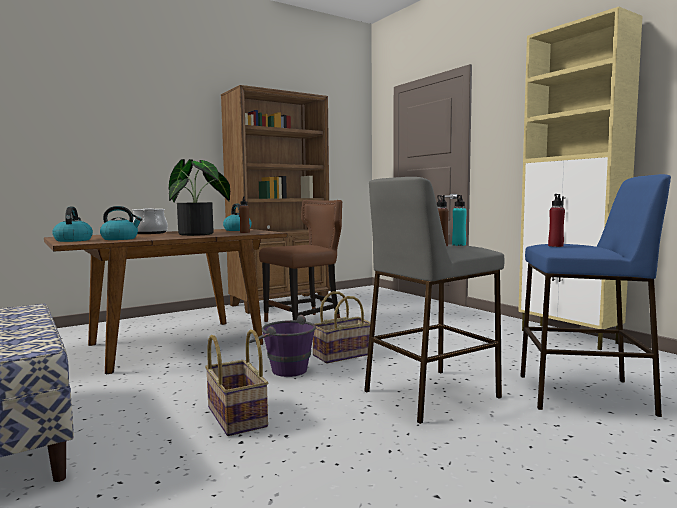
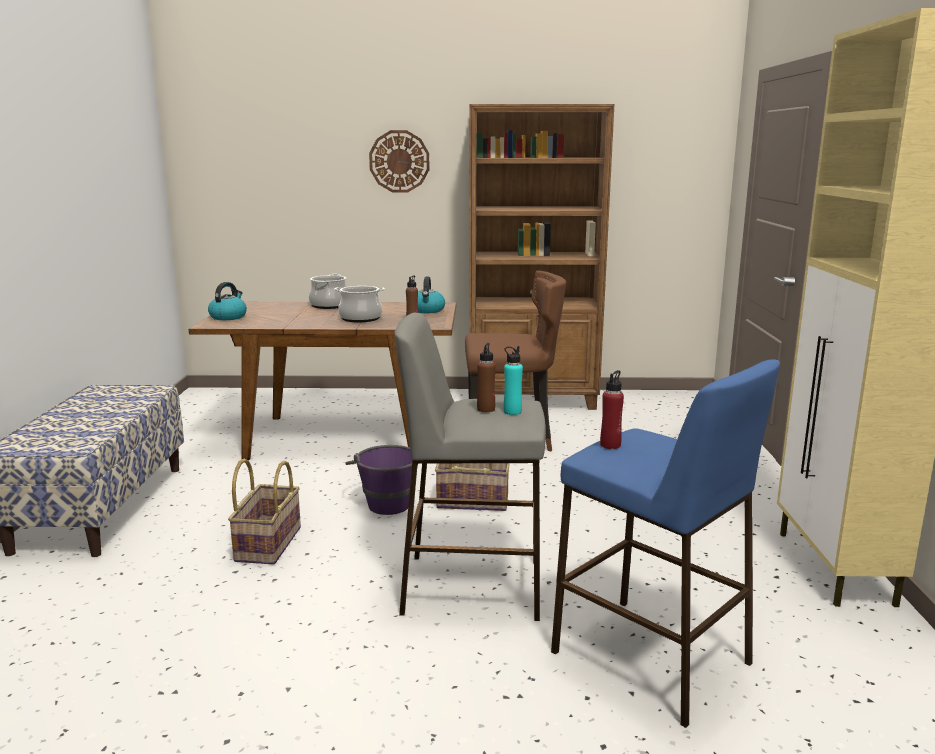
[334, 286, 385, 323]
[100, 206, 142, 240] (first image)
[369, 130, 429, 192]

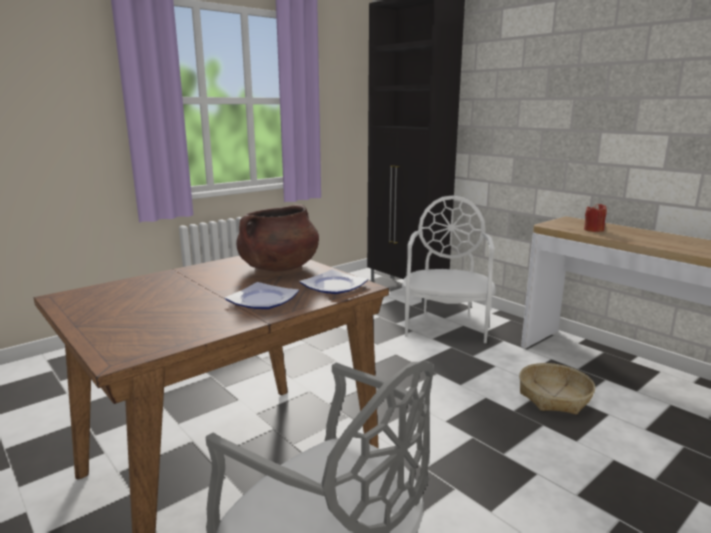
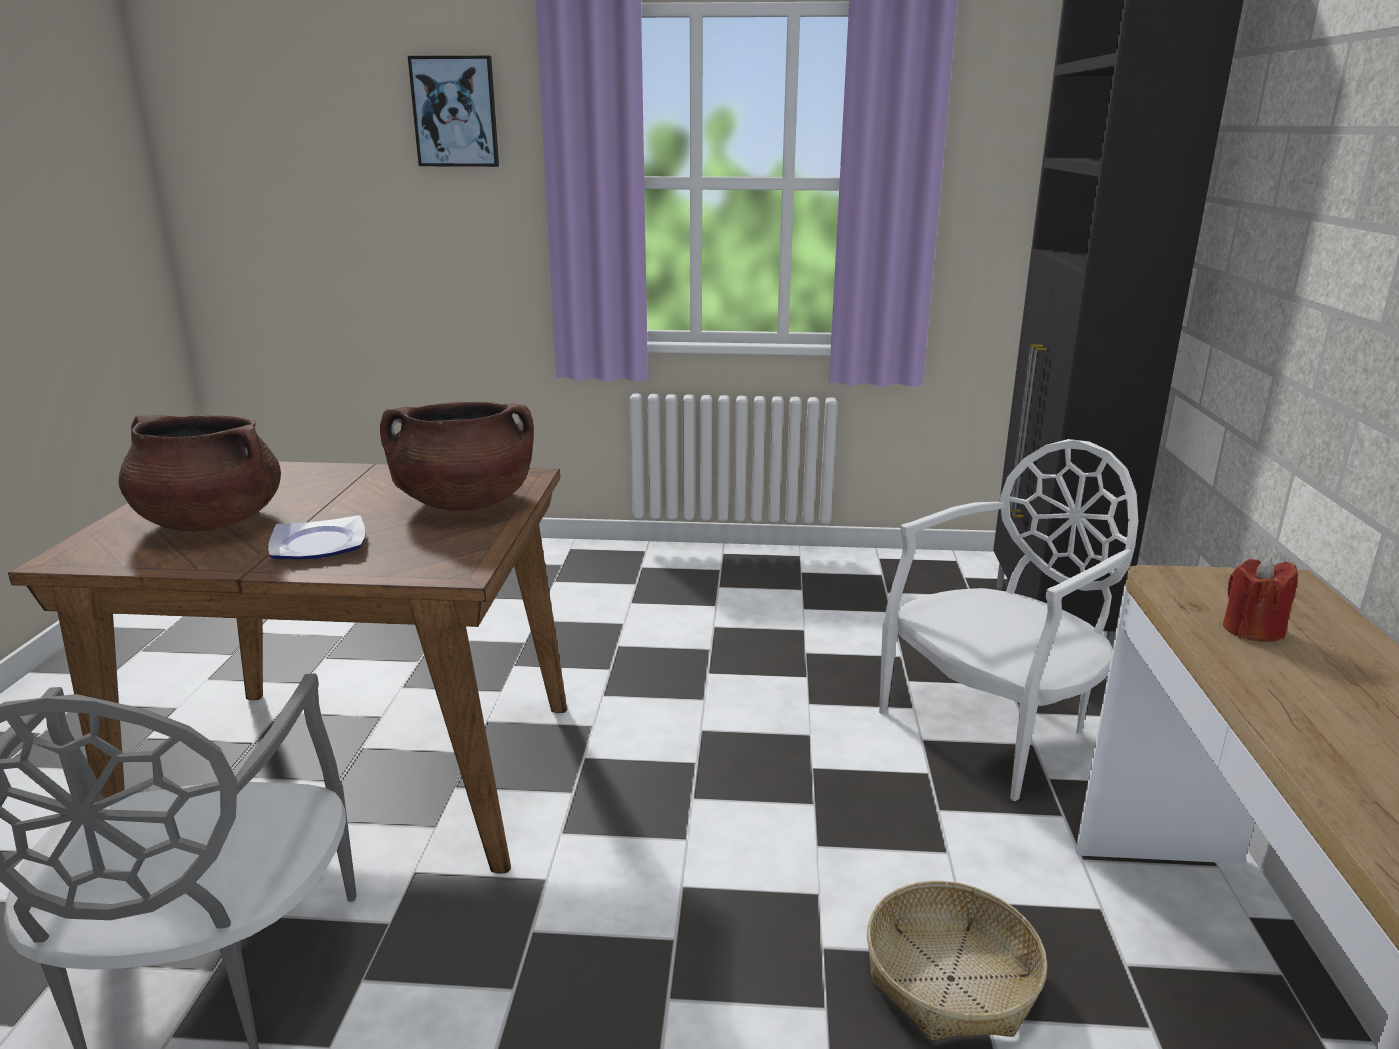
[299, 270, 368, 294] (first image)
[408, 56, 499, 167]
[118, 415, 281, 531]

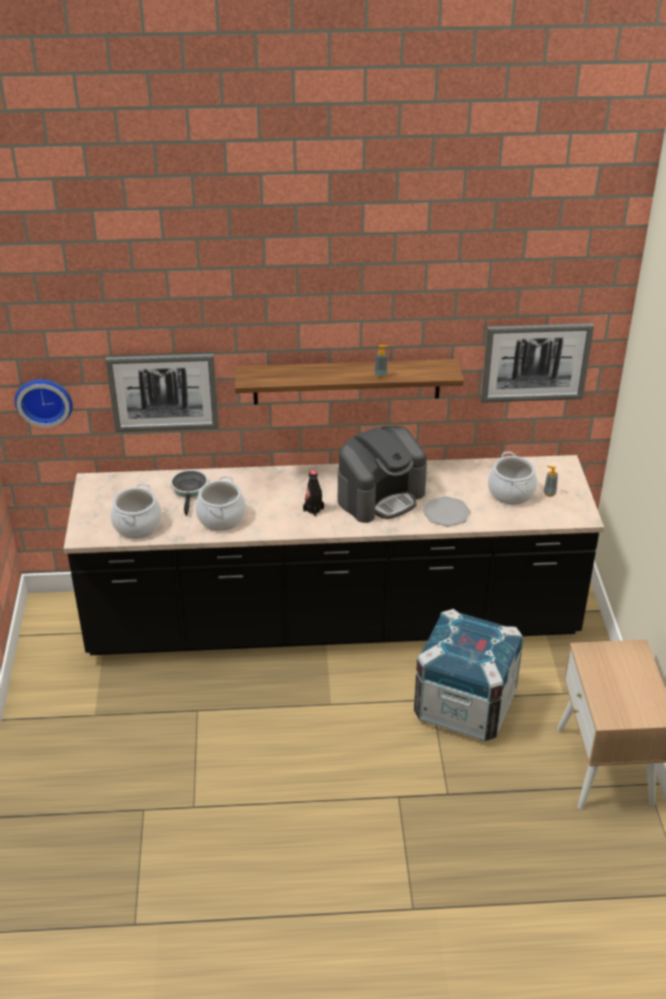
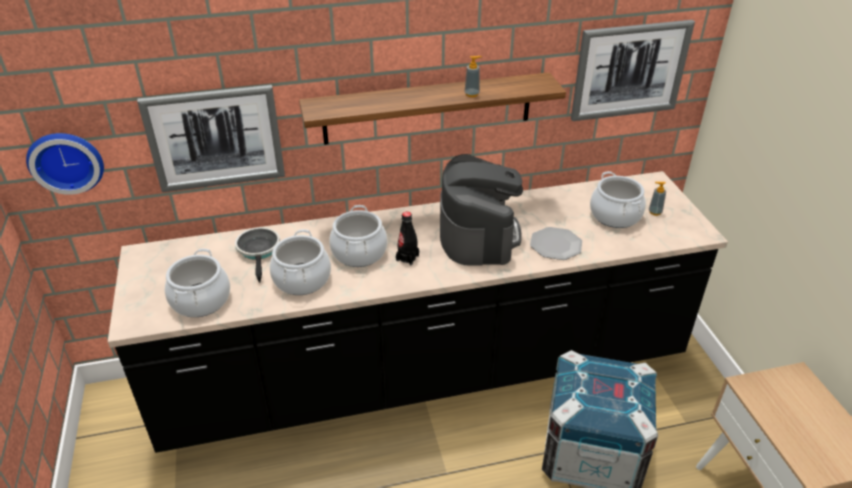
[440, 154, 523, 266]
[329, 205, 387, 267]

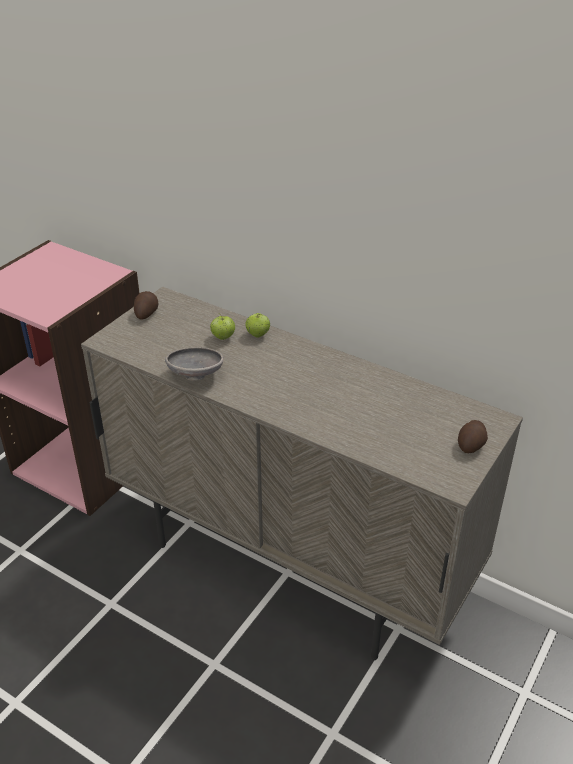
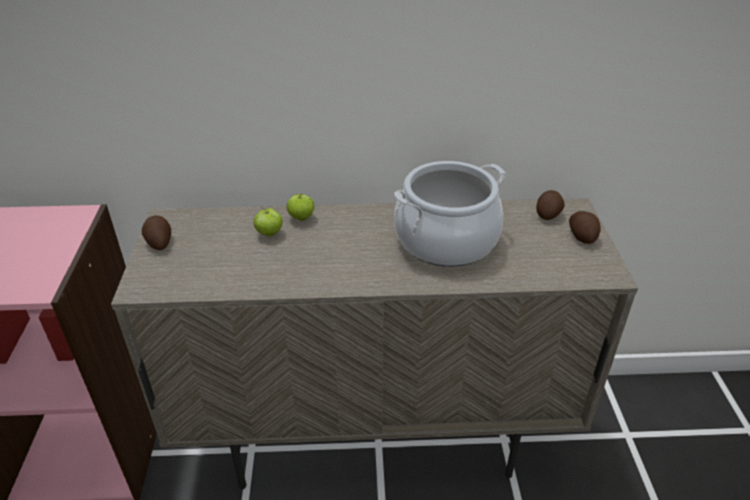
[165, 347, 224, 381] (first image)
[394, 161, 506, 267]
[536, 190, 565, 220]

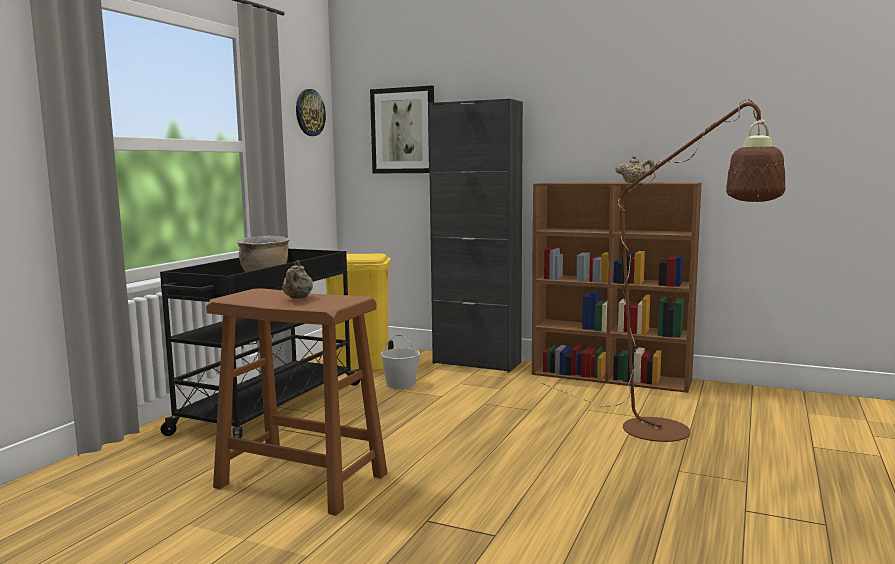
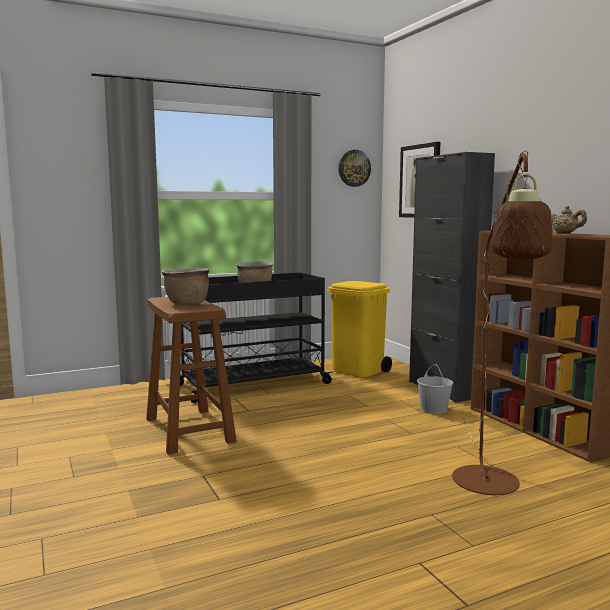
[162, 268, 209, 305]
[417, 364, 453, 414]

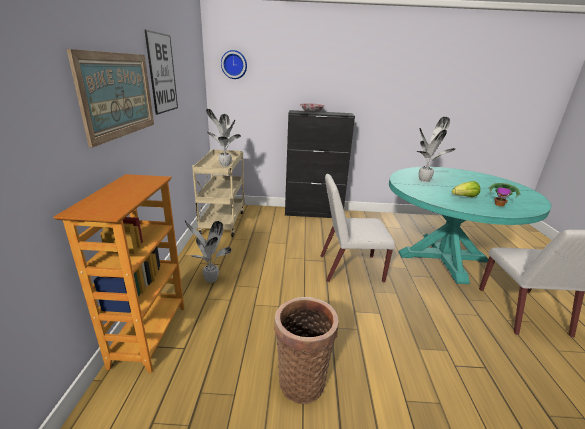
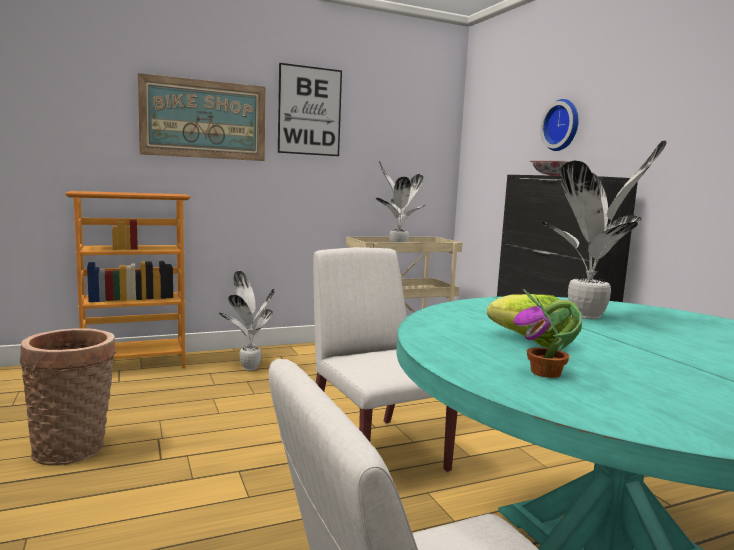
[540, 99, 578, 151]

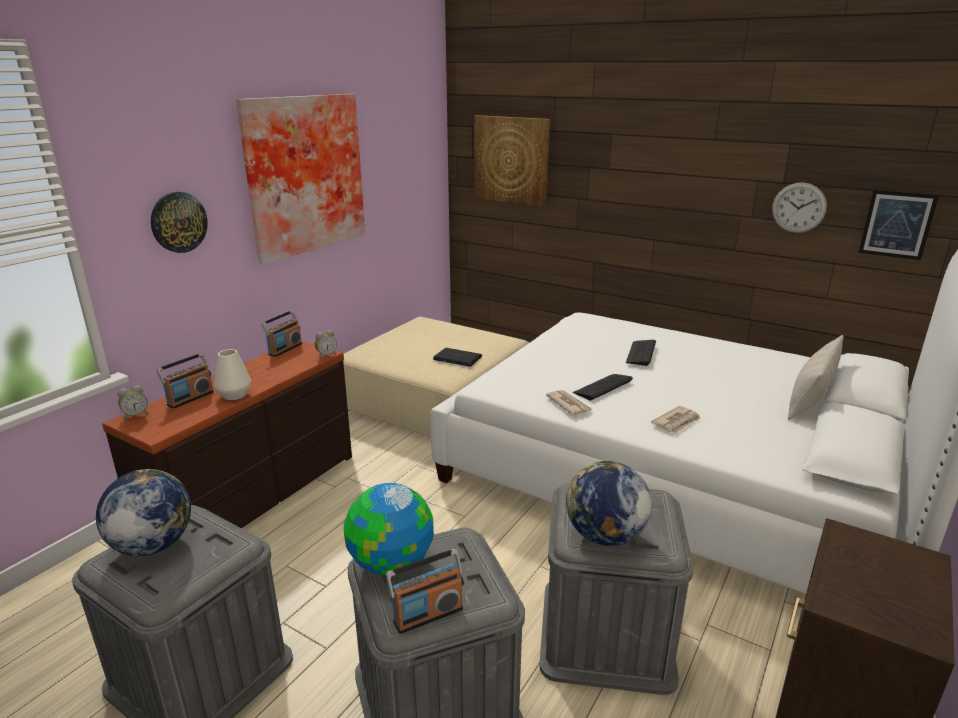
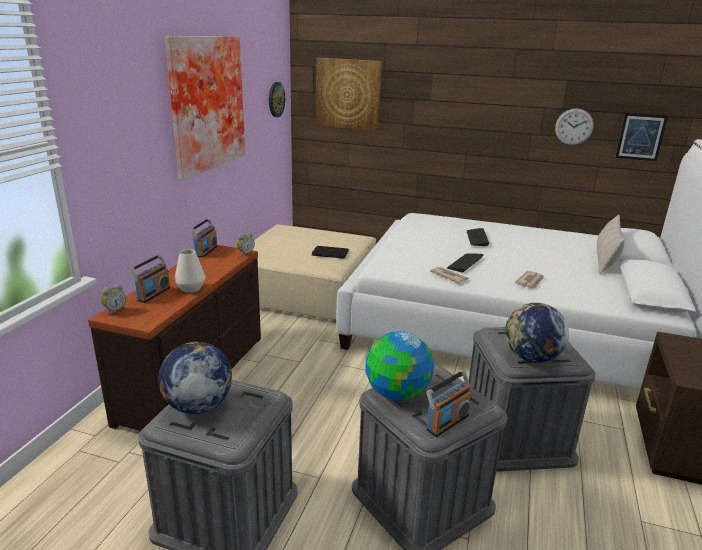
[269, 82, 285, 117]

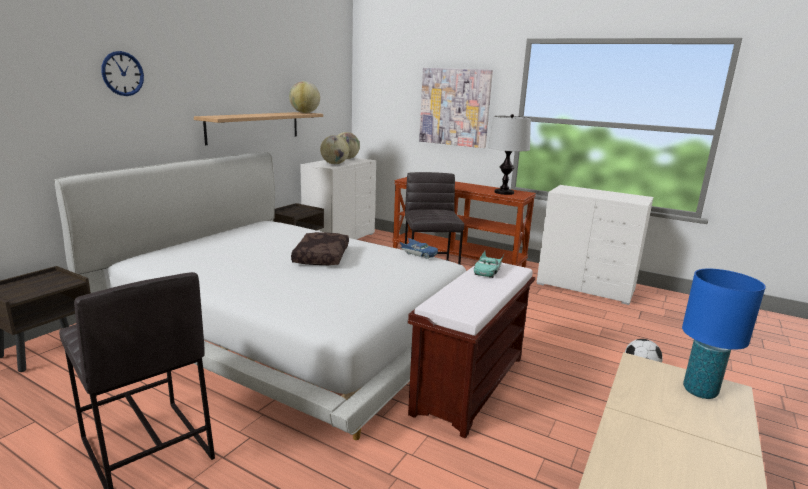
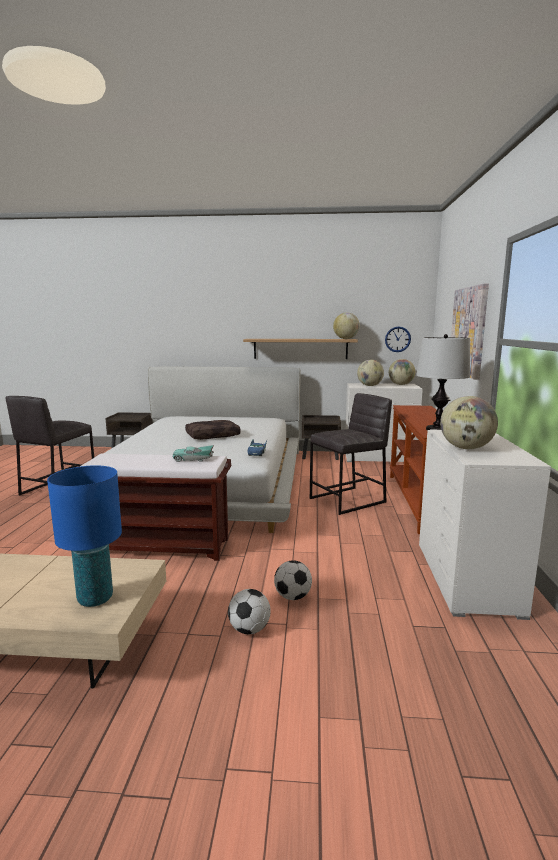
[385, 326, 411, 352]
[440, 396, 498, 449]
[274, 560, 312, 600]

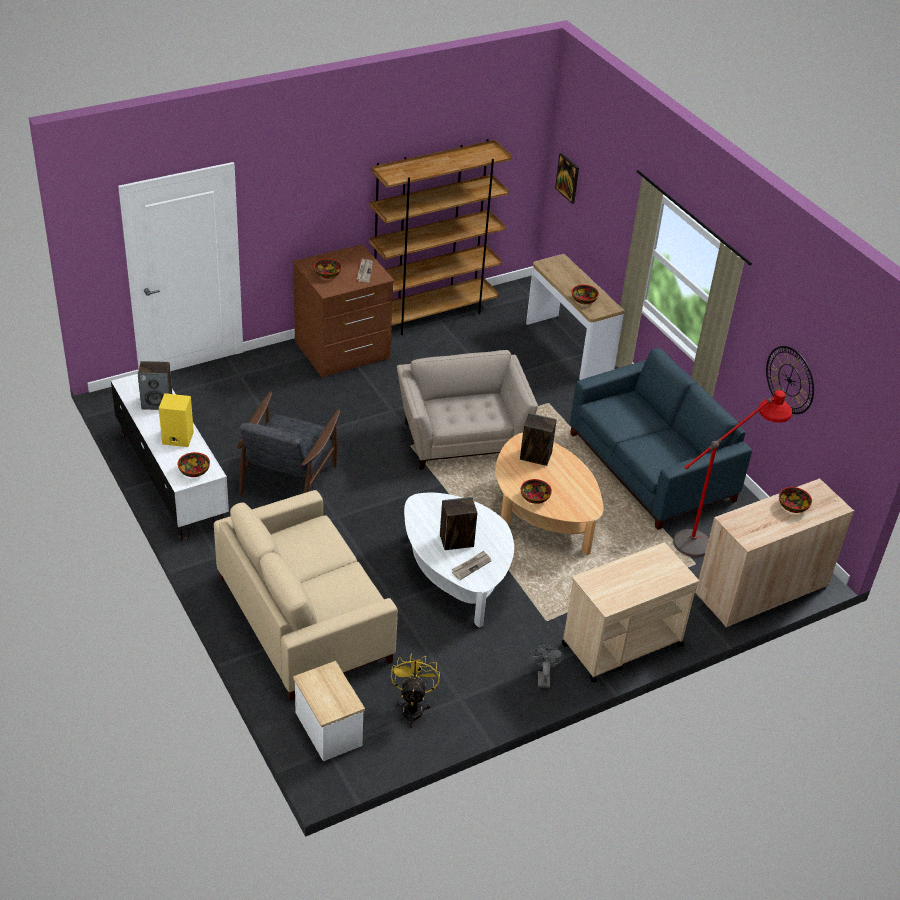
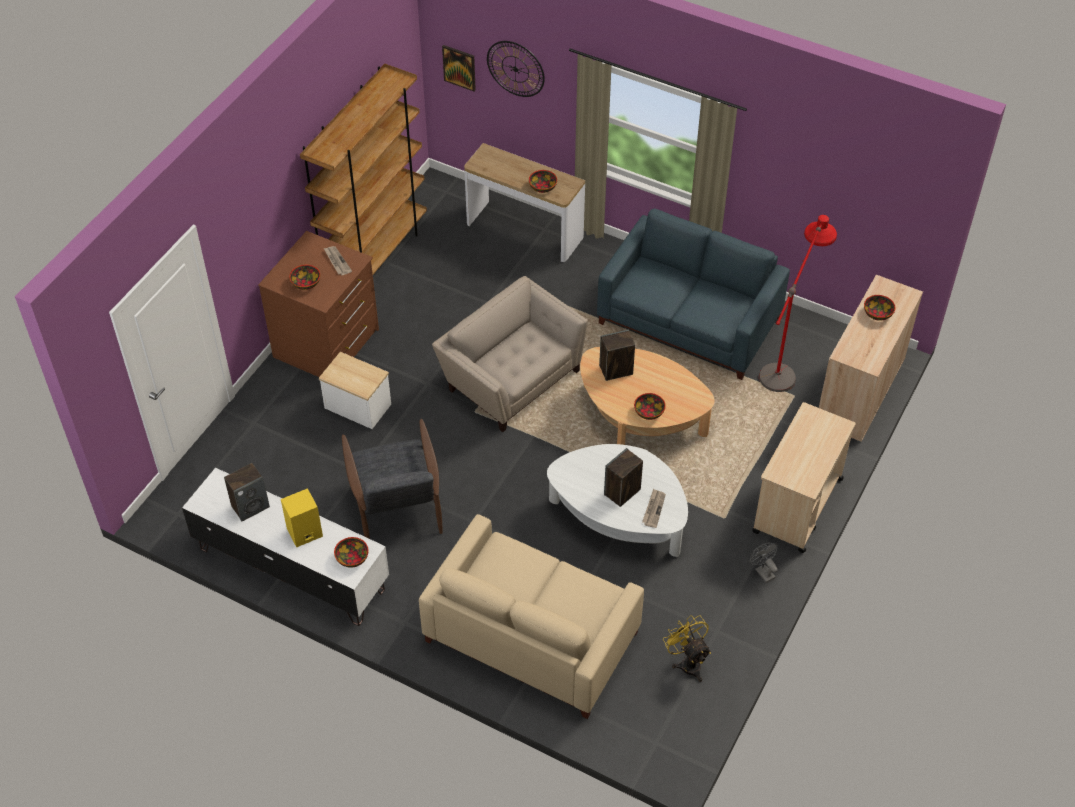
[487, 41, 545, 97]
[319, 352, 391, 429]

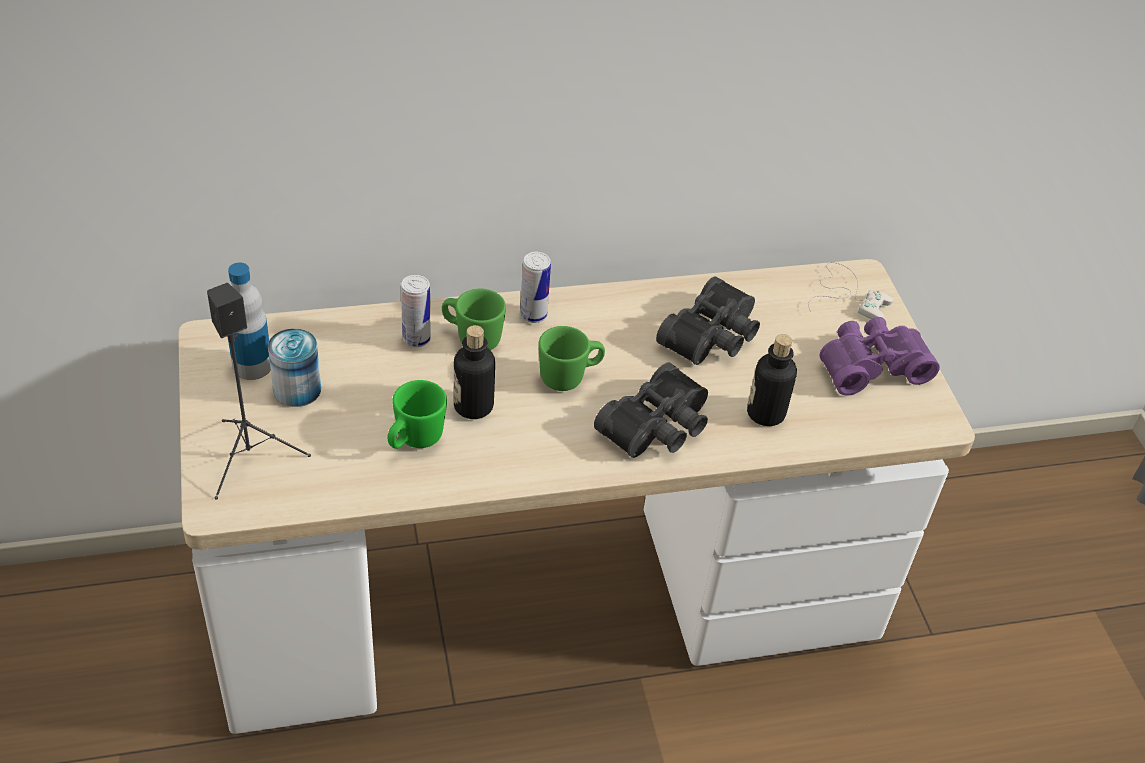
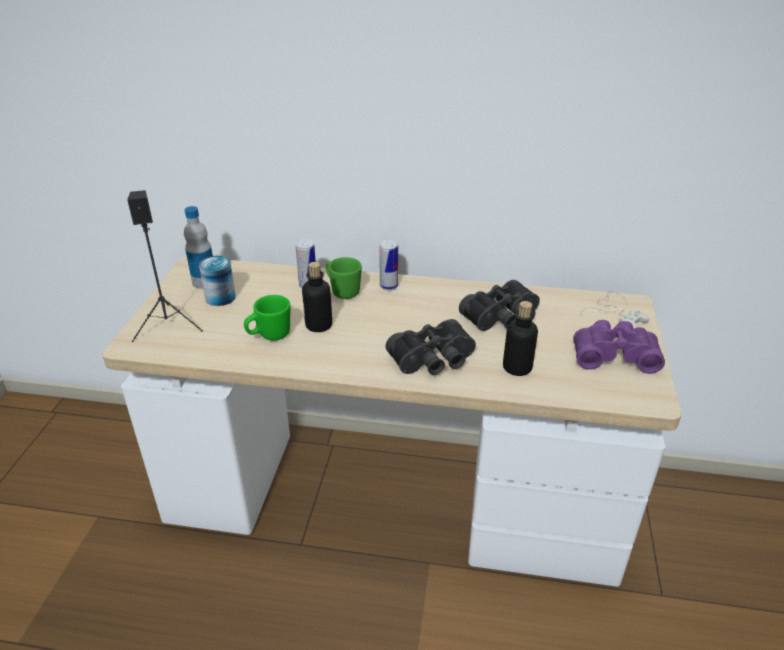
[538, 326, 605, 391] (first image)

